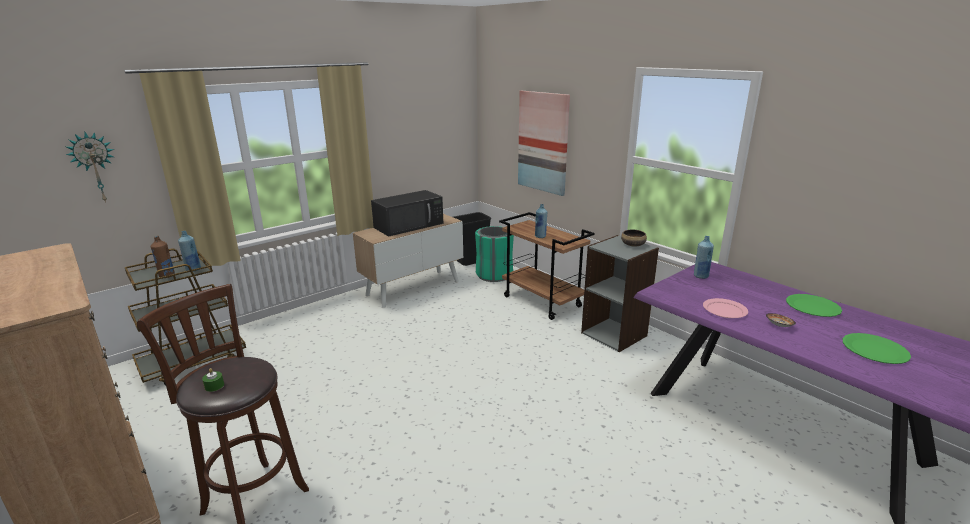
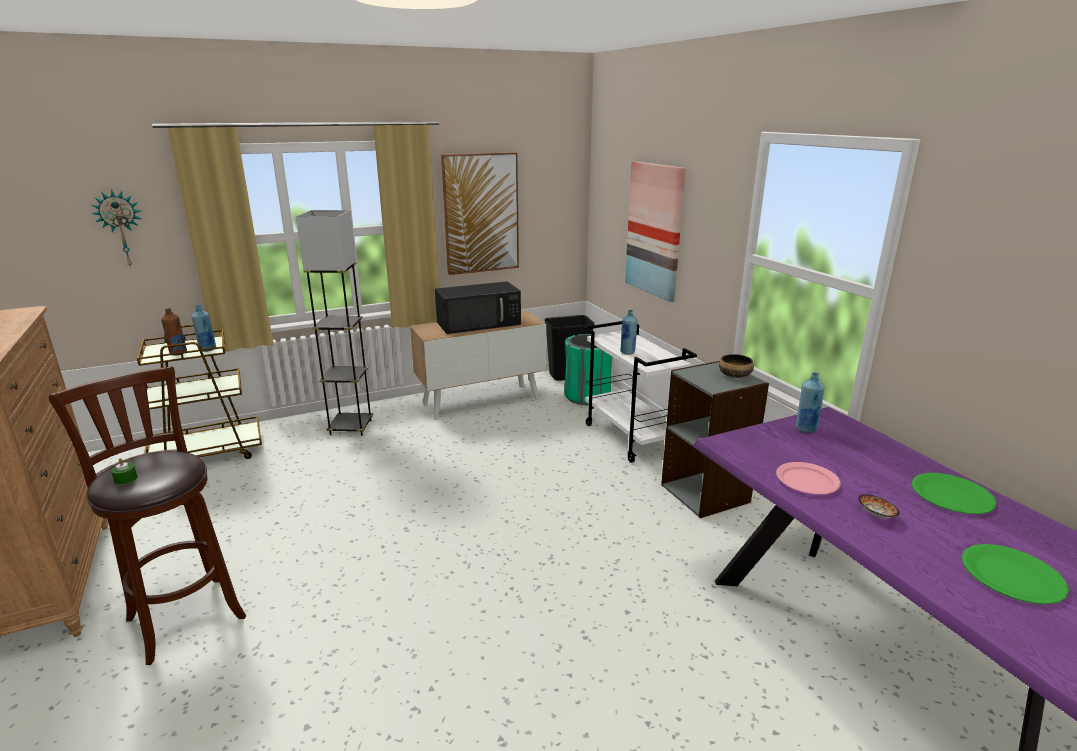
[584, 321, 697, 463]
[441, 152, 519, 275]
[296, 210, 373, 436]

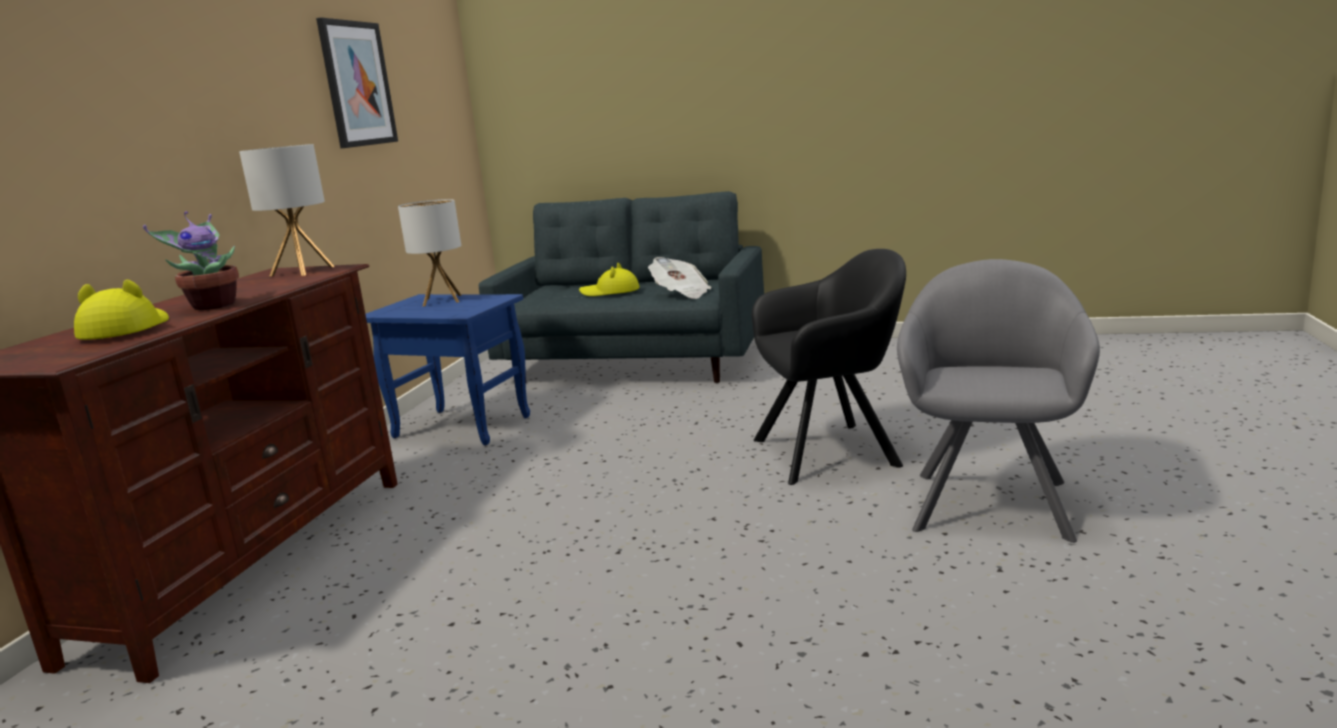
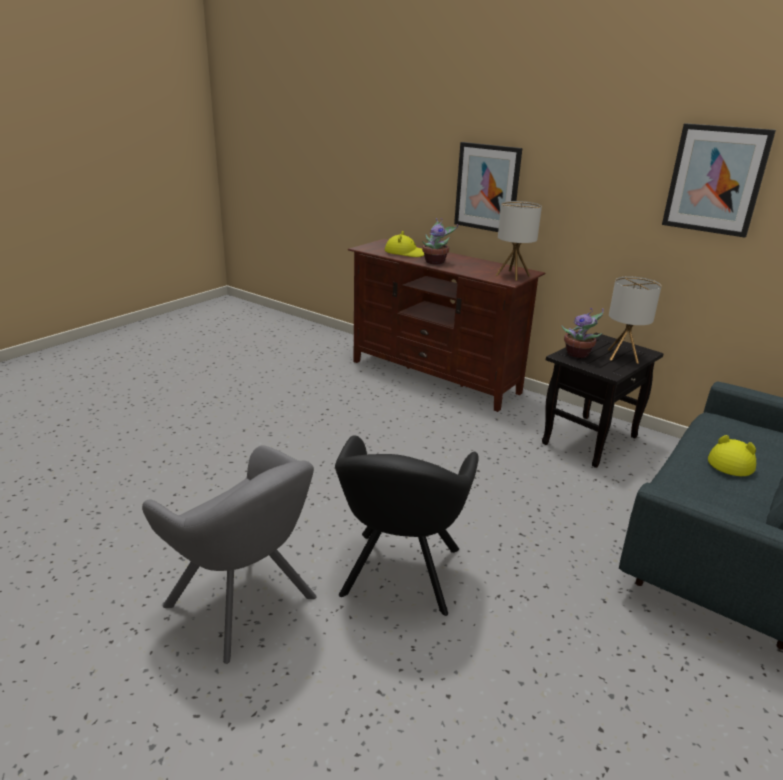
[648, 257, 712, 299] (first image)
[542, 333, 664, 468]
[454, 142, 522, 232]
[561, 308, 604, 358]

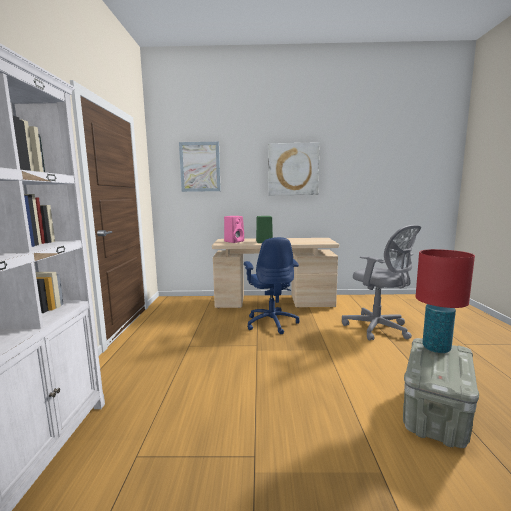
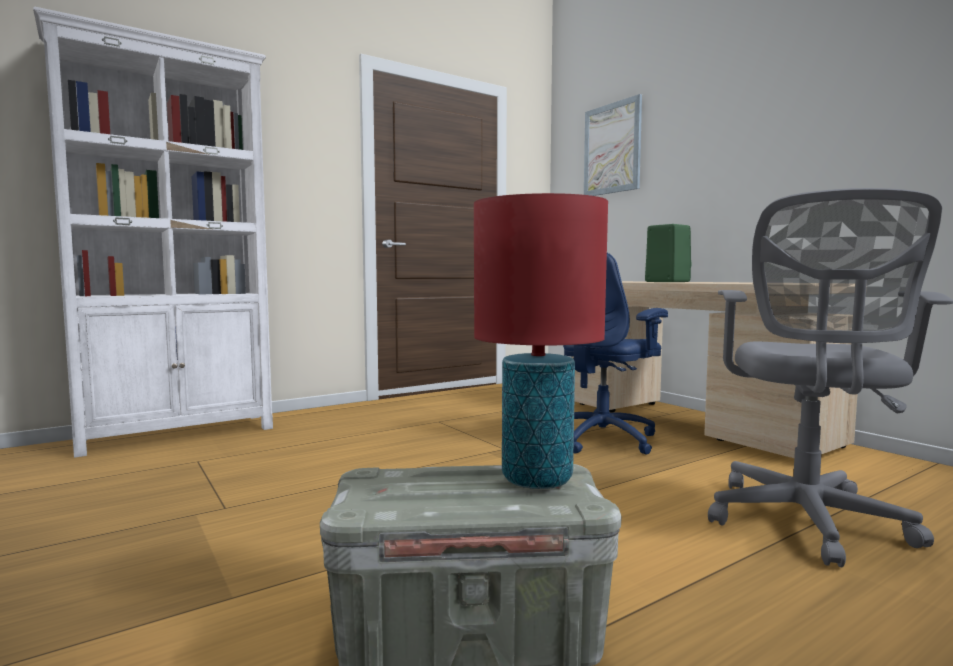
[268, 142, 320, 195] (first image)
[224, 216, 244, 243] (first image)

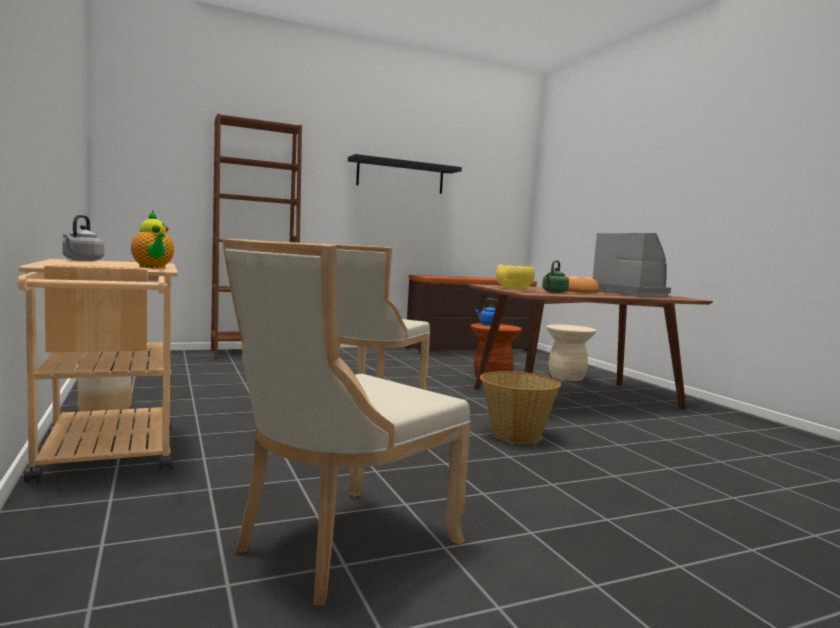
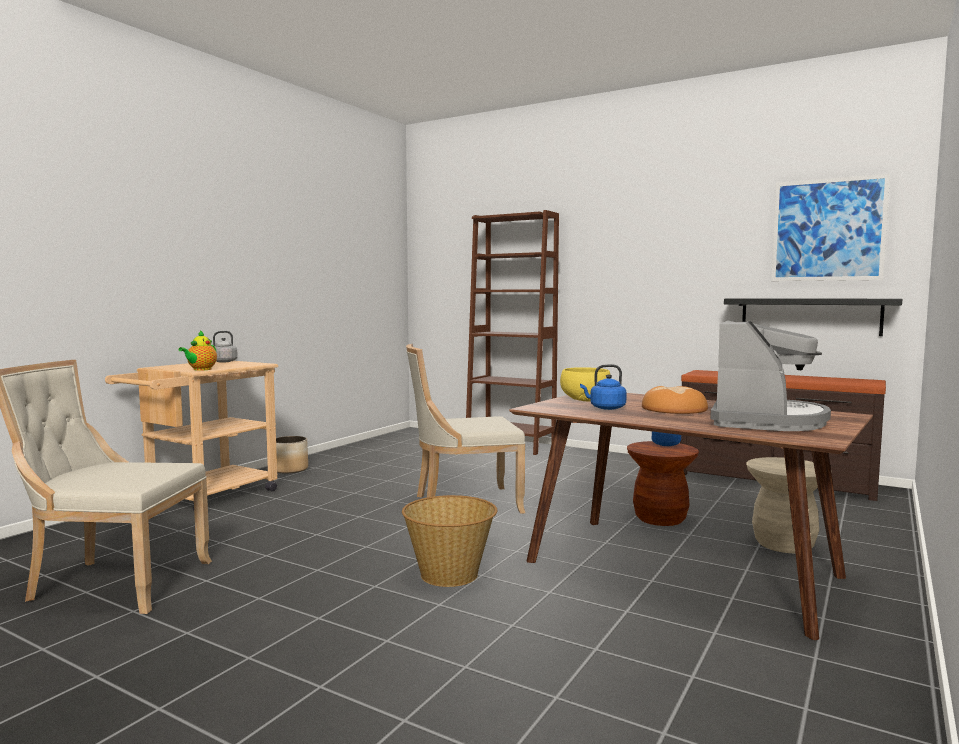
[724, 298, 902, 336]
[580, 364, 627, 410]
[771, 174, 890, 281]

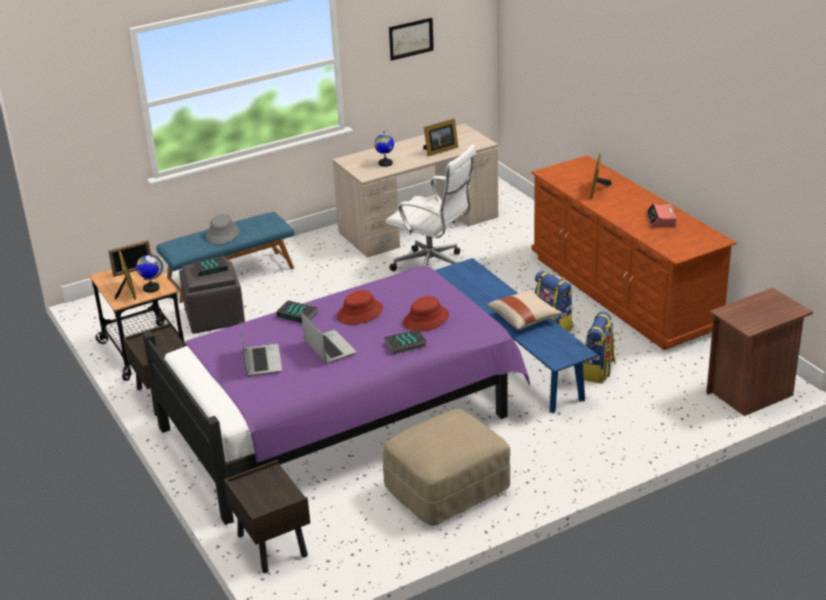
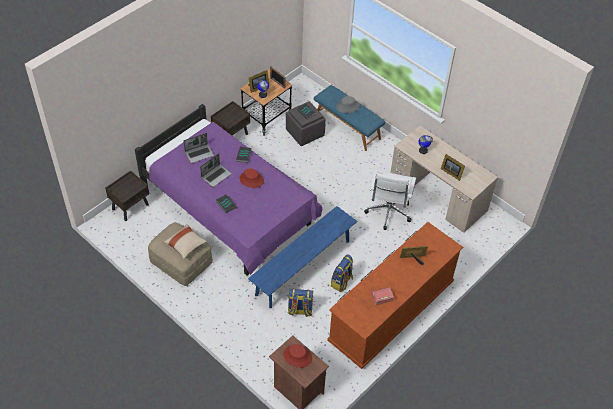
[389, 18, 434, 61] (first image)
[164, 224, 207, 259]
[283, 344, 312, 368]

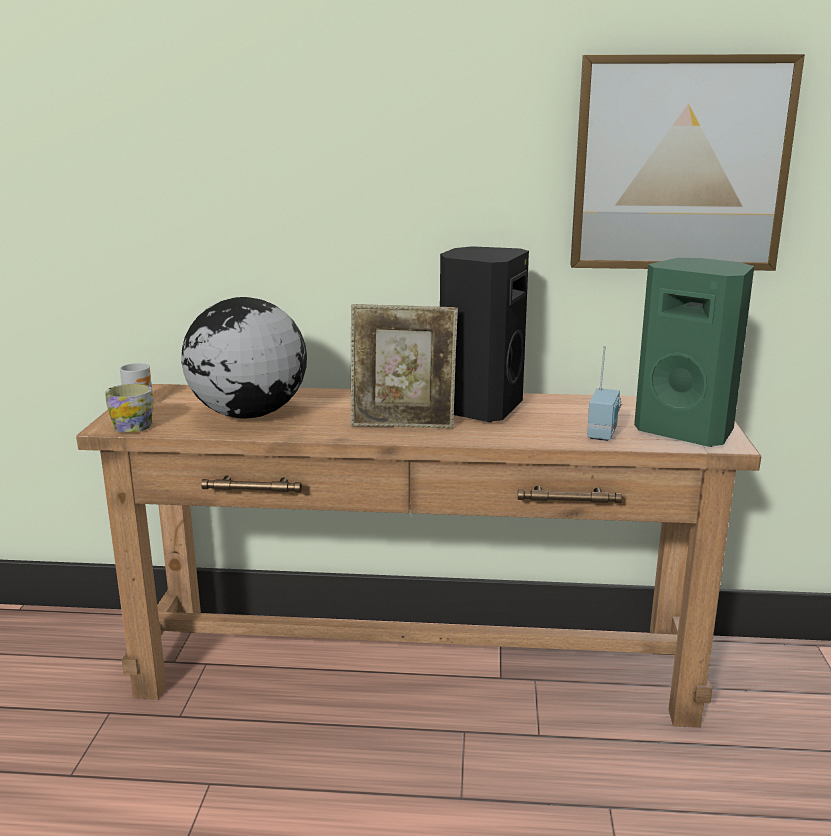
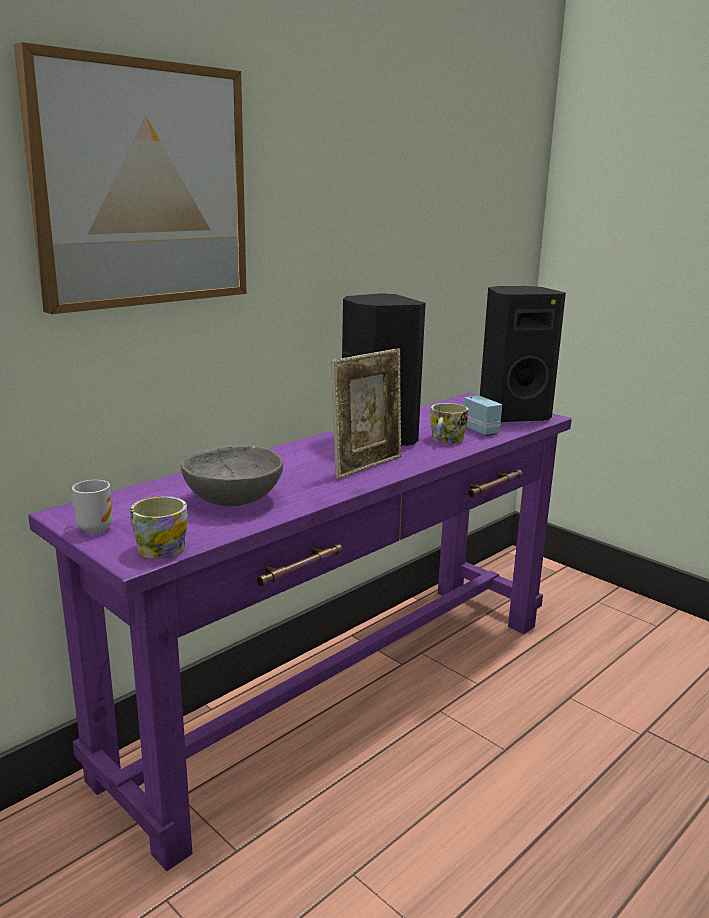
[14, 42, 247, 314]
[480, 286, 566, 422]
[181, 445, 283, 506]
[28, 393, 572, 871]
[430, 403, 469, 443]

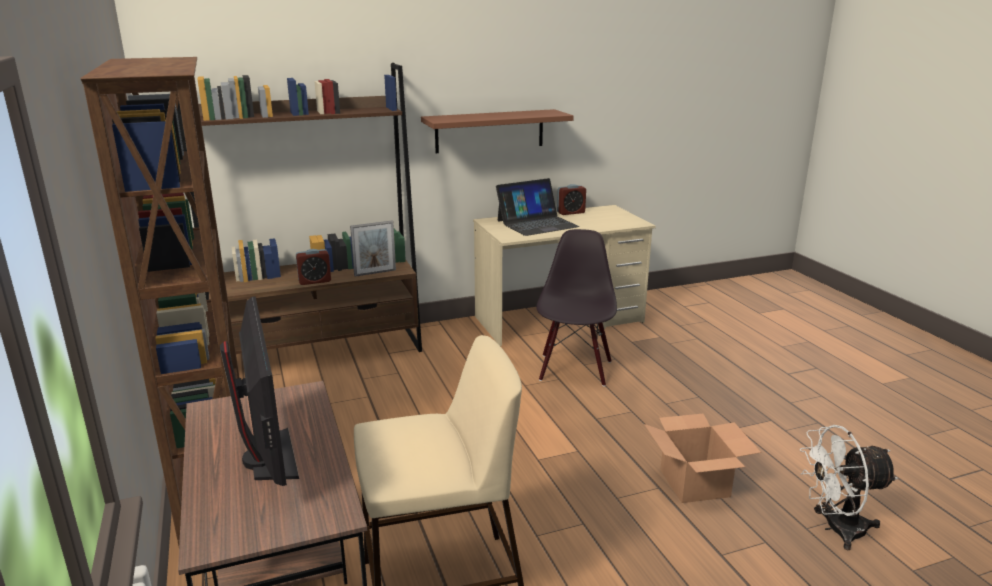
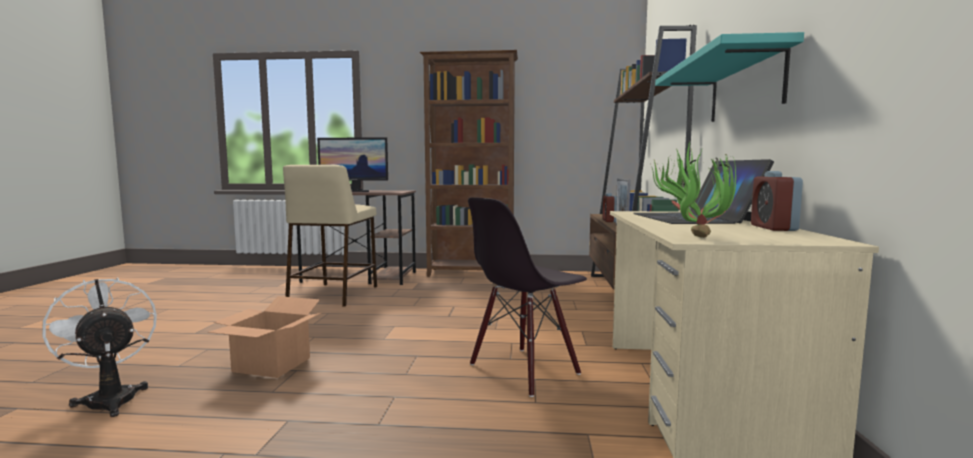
[655, 32, 804, 122]
[468, 197, 587, 397]
[42, 277, 157, 417]
[650, 142, 736, 238]

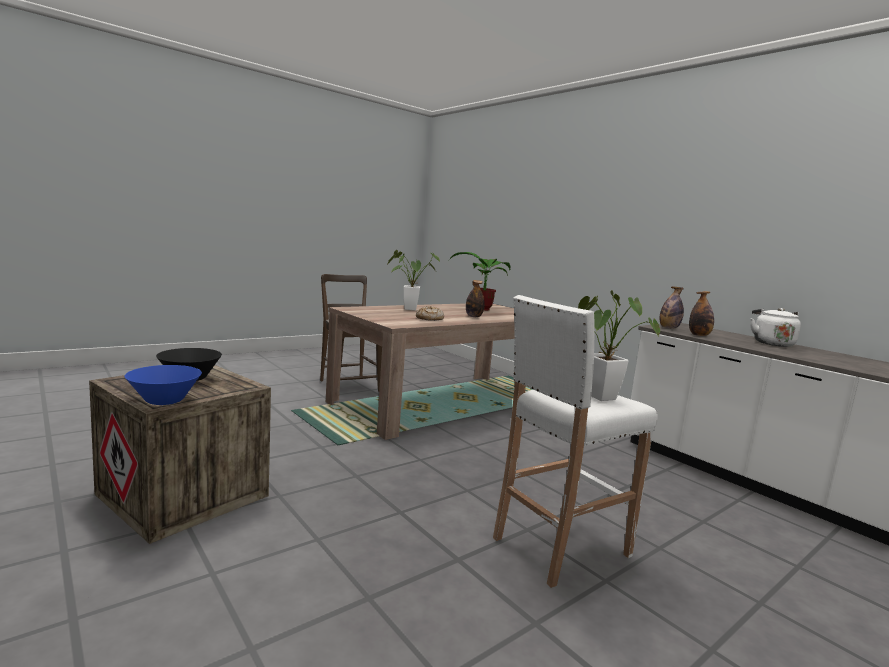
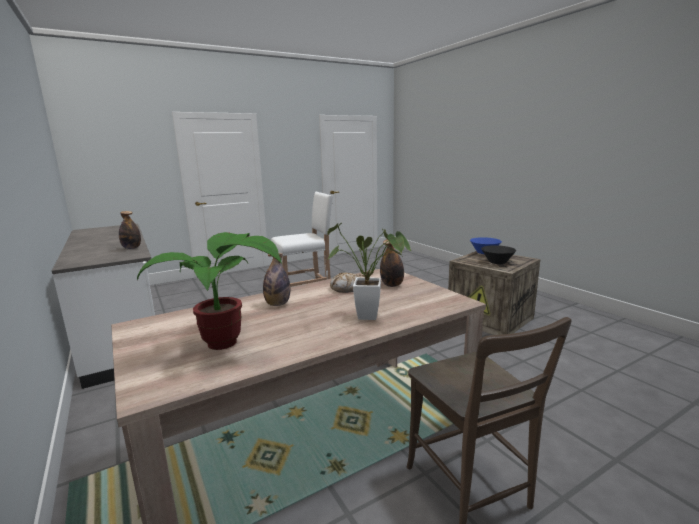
[380, 239, 404, 287]
[578, 290, 660, 401] (first image)
[750, 308, 801, 347] (first image)

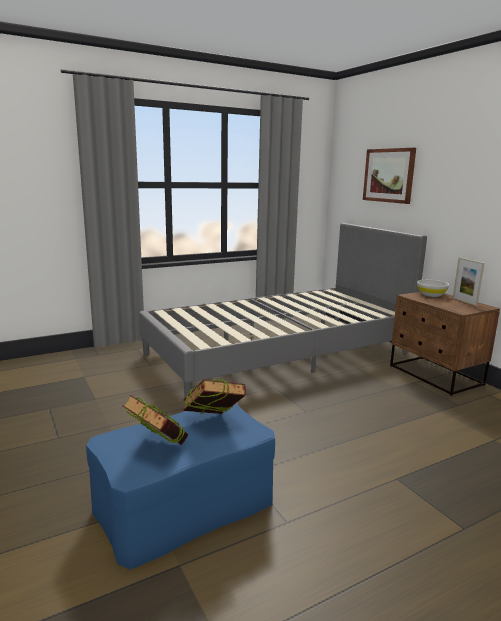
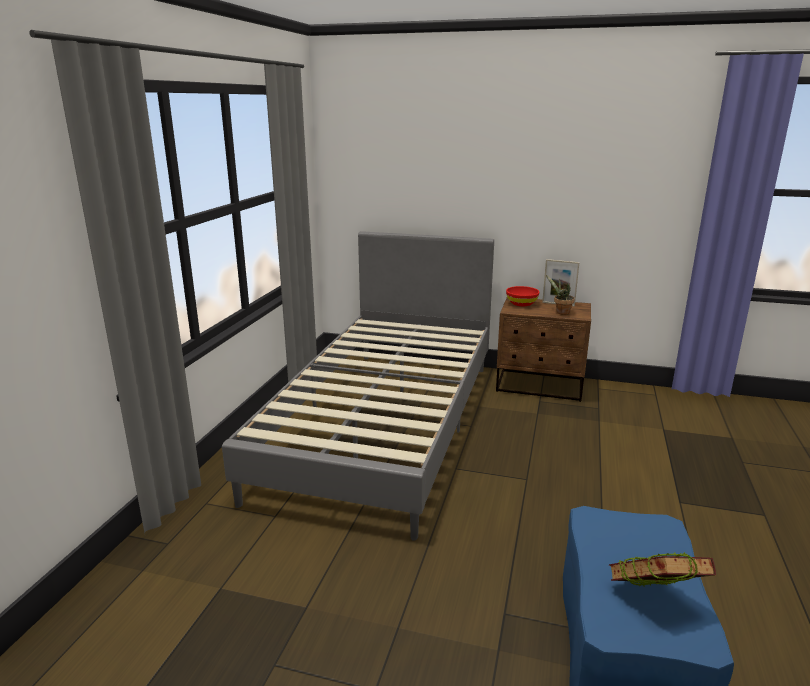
[363, 148, 416, 204] (first image)
[506, 286, 539, 306]
[183, 379, 246, 414] (first image)
[546, 275, 575, 315]

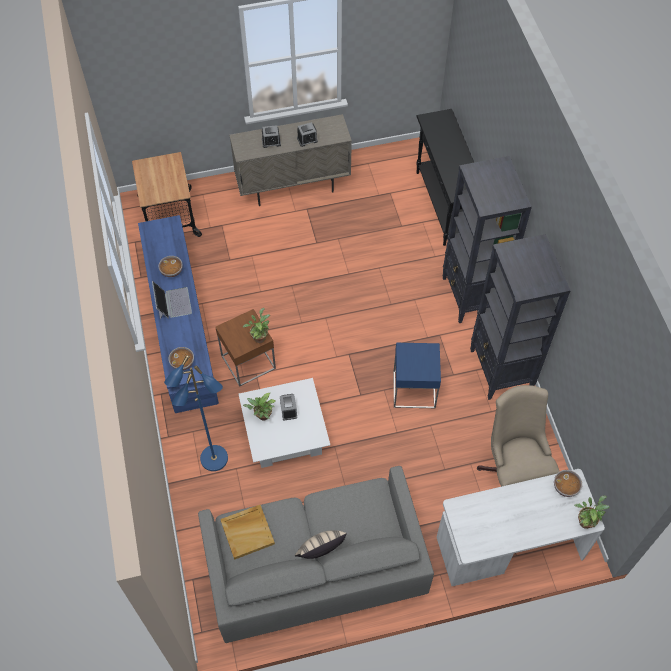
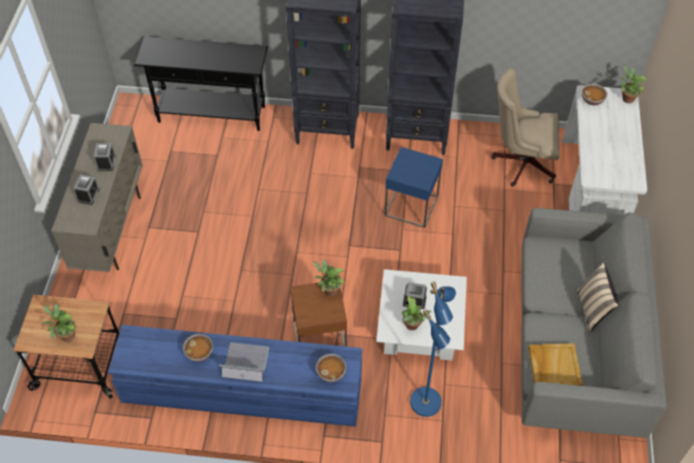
[44, 304, 76, 342]

